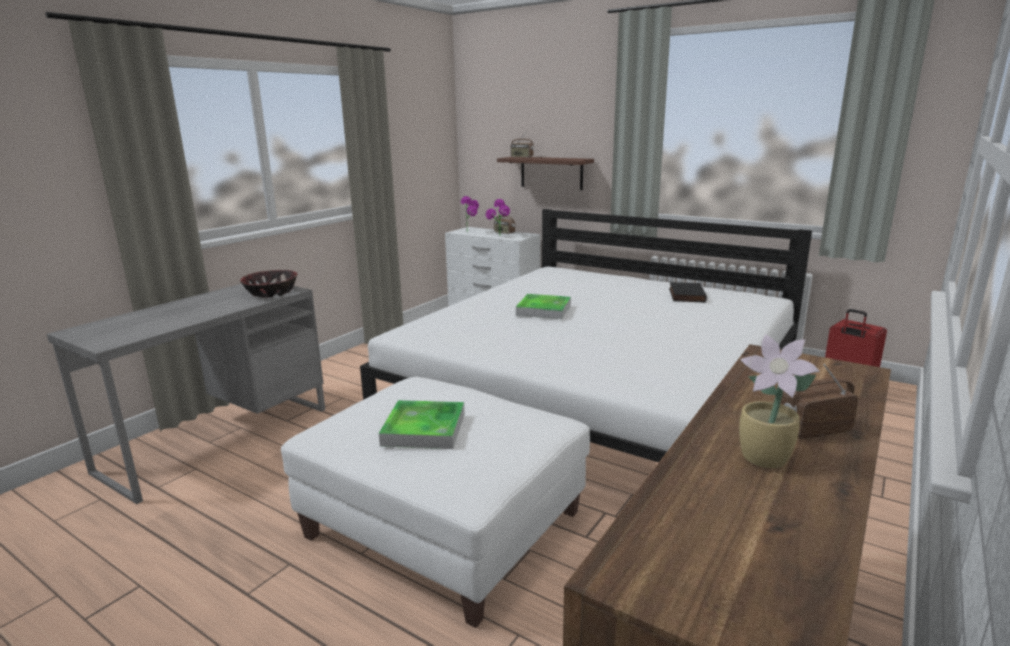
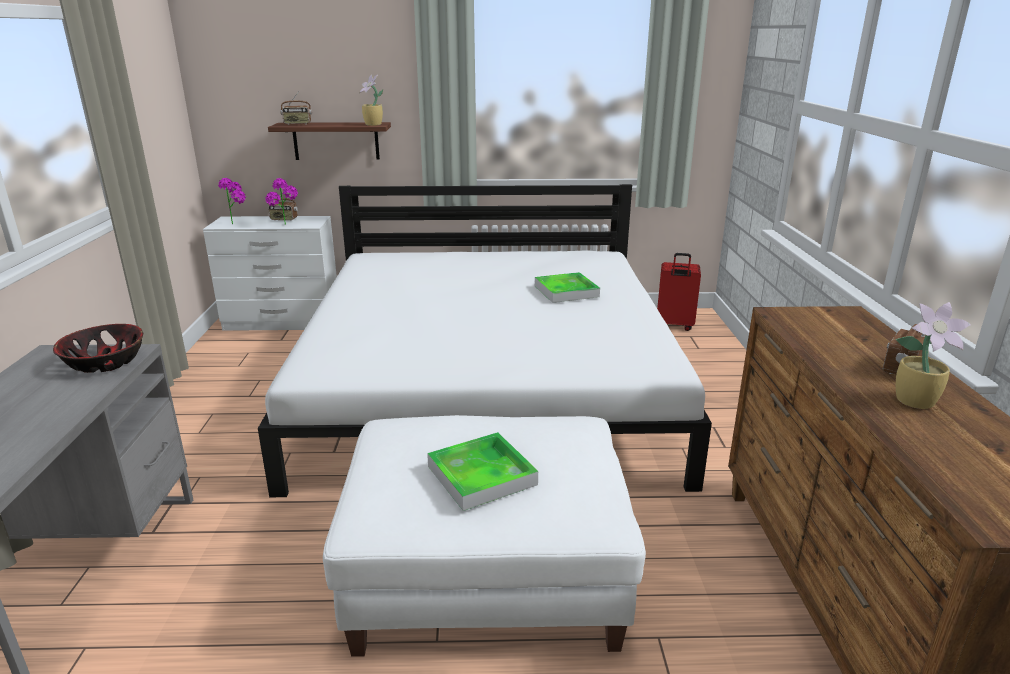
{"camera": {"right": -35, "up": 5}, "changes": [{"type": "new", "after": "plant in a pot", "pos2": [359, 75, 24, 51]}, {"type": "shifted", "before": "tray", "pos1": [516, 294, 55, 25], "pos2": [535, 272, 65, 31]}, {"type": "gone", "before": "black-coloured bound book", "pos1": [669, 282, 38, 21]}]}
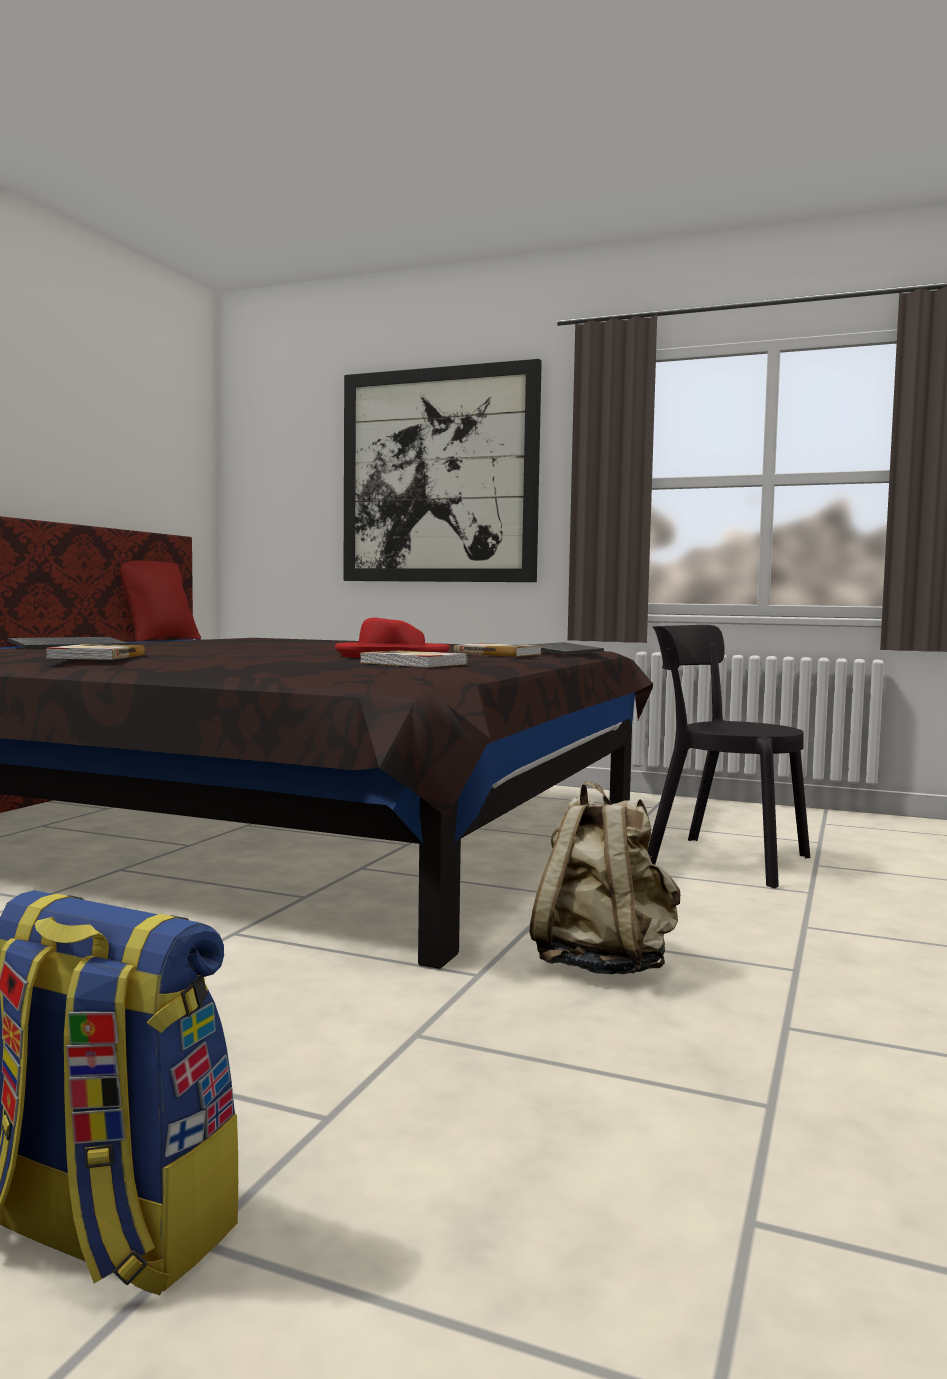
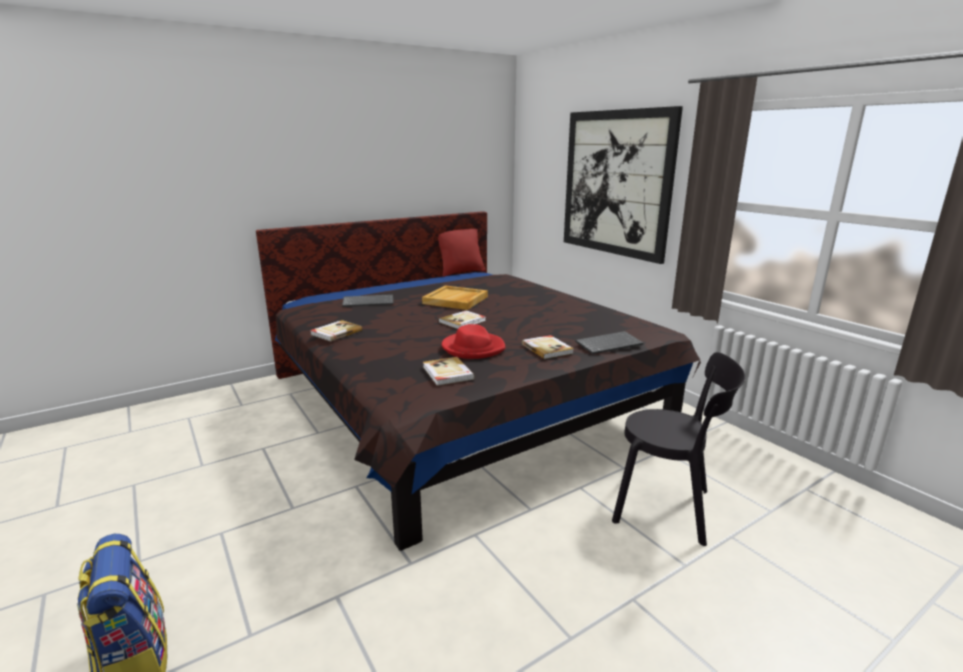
{"camera": {"right": 35, "up": 15}, "changes": [{"type": "new", "after": "beige tray", "pos2": [422, 285, 66, 25]}, {"type": "new", "after": "bound book", "pos2": [438, 311, 48, 18]}, {"type": "rotated", "before": "black-coloured plain chair", "pos1": [648, 625, 162, 263], "pos2": [612, 352, 133, 194], "turn": 135}, {"type": "gone", "before": "beige backpack", "pos1": [529, 781, 151, 194]}]}
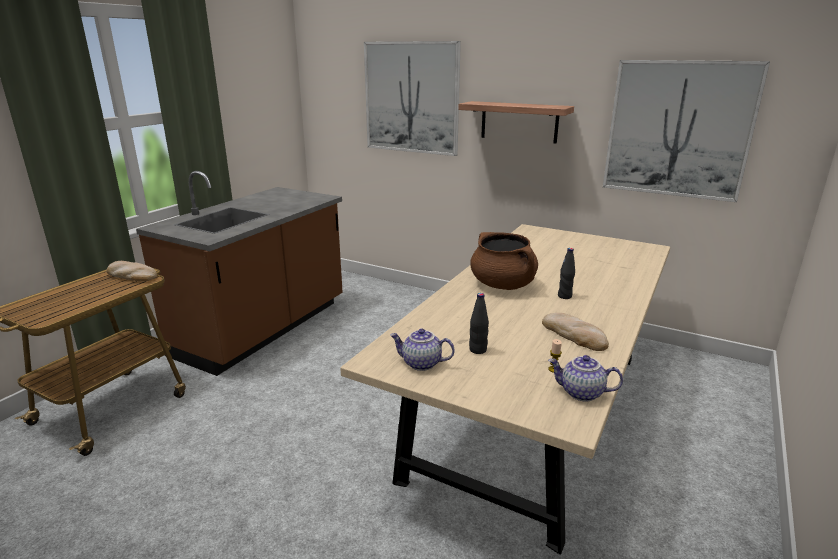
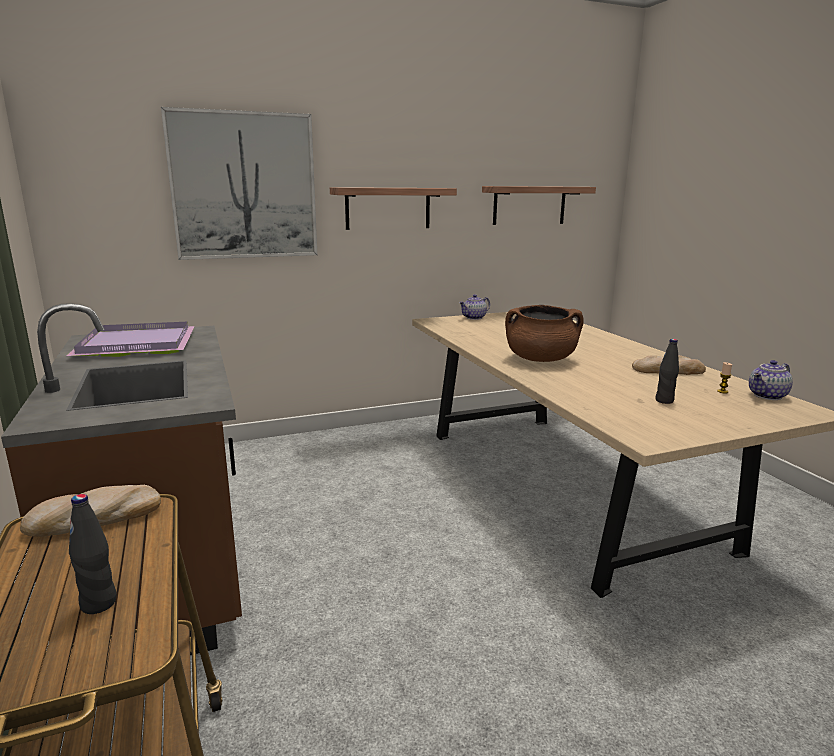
{"camera": {"right": -50, "up": -5}, "changes": [{"type": "new", "after": "purplish tray", "pos2": [66, 322, 129, 35]}, {"type": "shifted", "before": "black-coloured drink bottle", "pos1": [558, 248, 17, 51], "pos2": [69, 494, 48, 120]}, {"type": "shifted", "before": "teapot", "pos1": [390, 328, 65, 43], "pos2": [459, 294, 31, 26]}, {"type": "swapped", "before": "wall picture", "after": "shelf", "pos1": [603, 60, 167, 142], "pos2": [482, 186, 114, 39]}]}
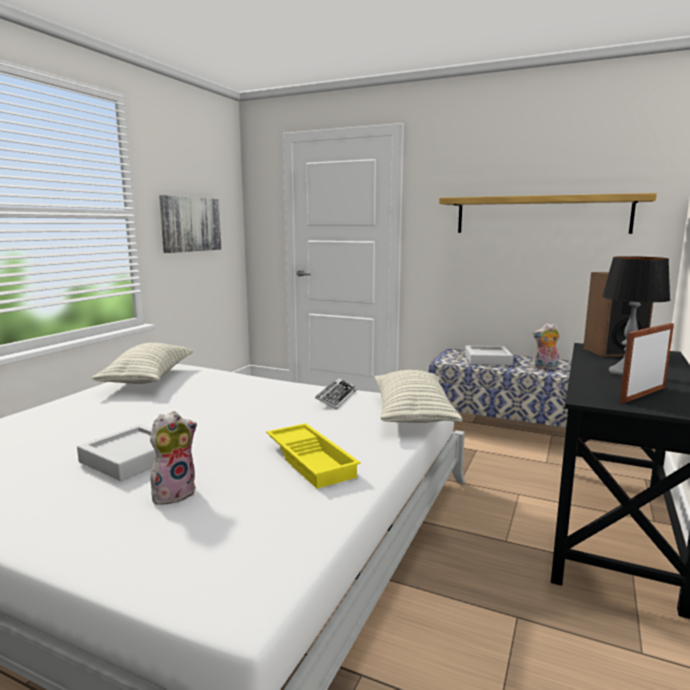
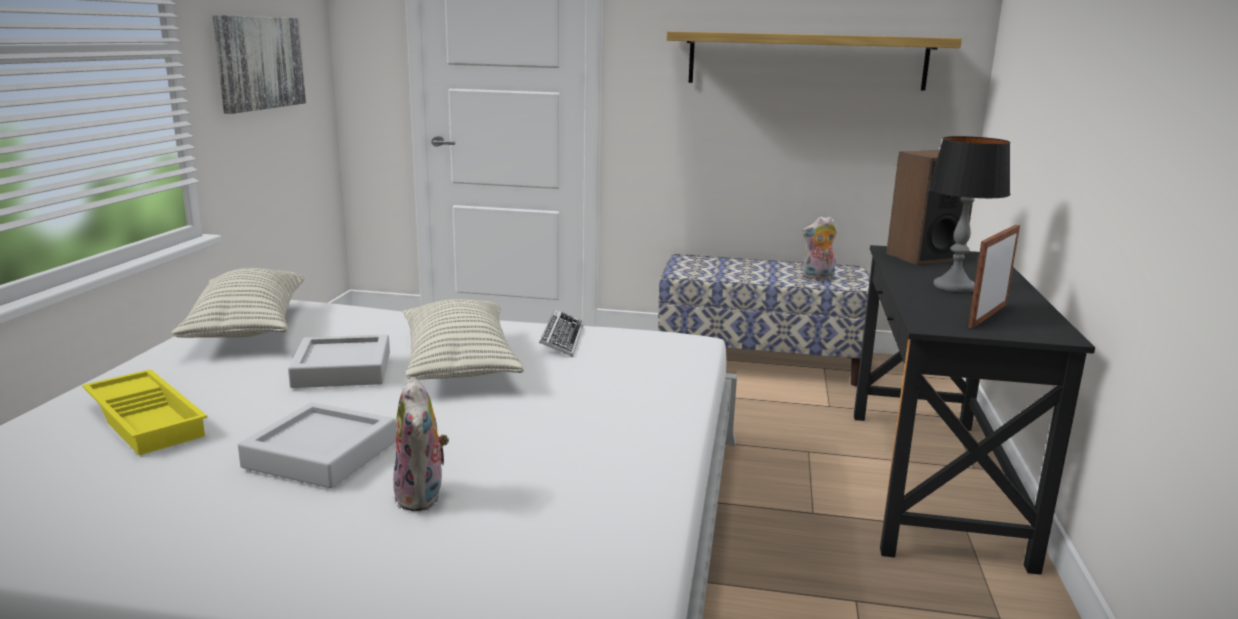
{"camera": {"right": -15, "up": 5}, "changes": [{"type": "shifted", "before": "yellowish tray", "pos1": [266, 423, 95, 66], "pos2": [82, 369, 126, 86]}, {"type": "shifted", "before": "gray tray", "pos1": [465, 346, 48, 19], "pos2": [288, 335, 102, 53]}, {"type": "rotated", "before": "plush toy", "pos1": [150, 411, 47, 94], "pos2": [393, 377, 56, 134], "turn": 135}, {"type": "shifted", "before": "pillow", "pos1": [374, 370, 89, 53], "pos2": [403, 299, 121, 81]}]}
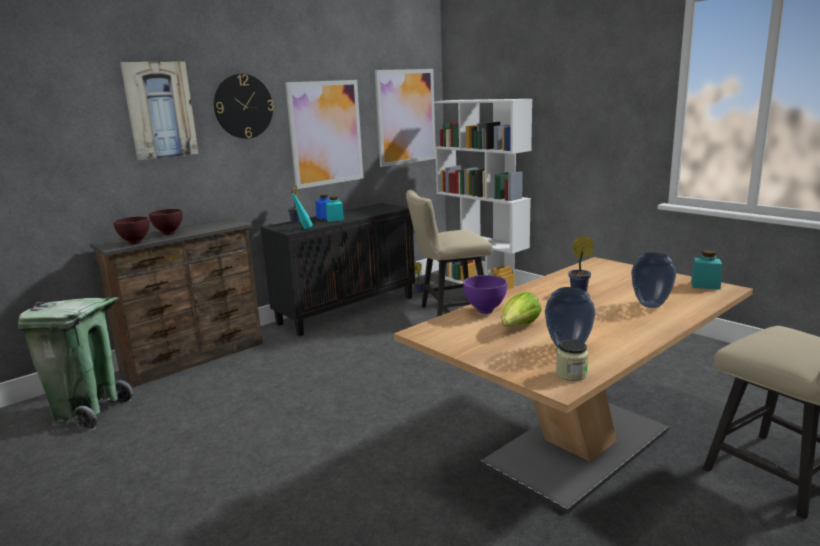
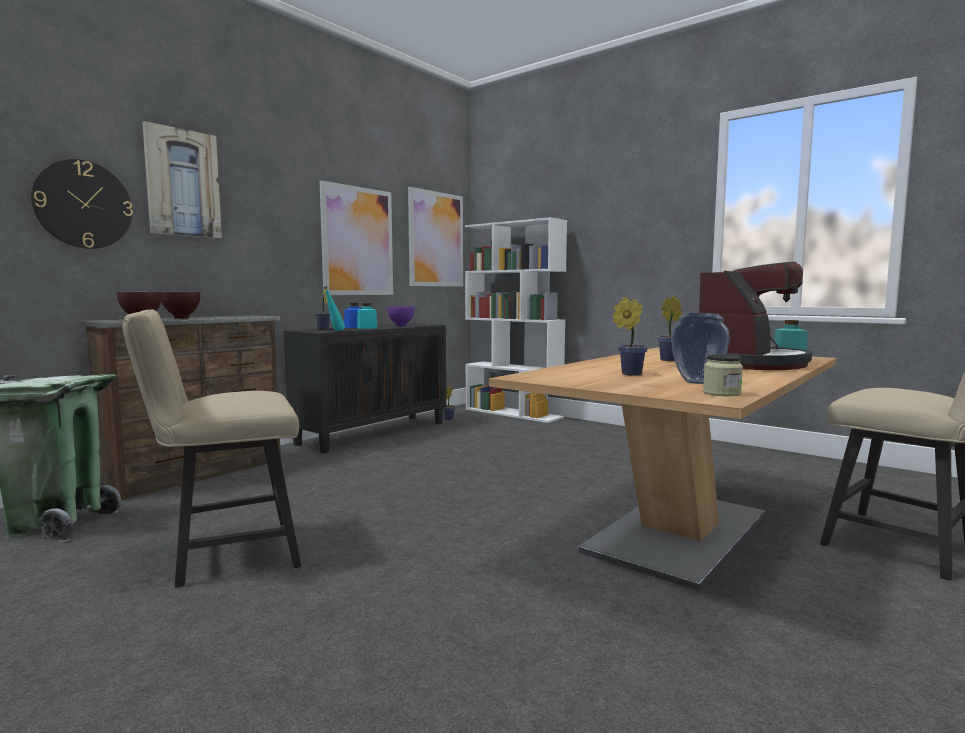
{"camera": {"right": -10, "up": -10}, "changes": [{"type": "shifted", "before": "clock on the wall", "pos1": [214, 74, 60, 65], "pos2": [31, 159, 102, 90]}, {"type": "shifted", "before": "beige plain chair", "pos1": [406, 190, 87, 127], "pos2": [122, 309, 179, 279]}, {"type": "shifted", "before": "purplish bowl", "pos1": [463, 275, 44, 39], "pos2": [387, 306, 27, 20]}, {"type": "swapped", "before": "head of lettuce", "after": "plant in a pot", "pos1": [502, 291, 40, 35], "pos2": [612, 297, 36, 79]}, {"type": "swapped", "before": "decorative vase", "after": "coffee maker", "pos1": [631, 253, 45, 55], "pos2": [699, 262, 113, 108]}]}
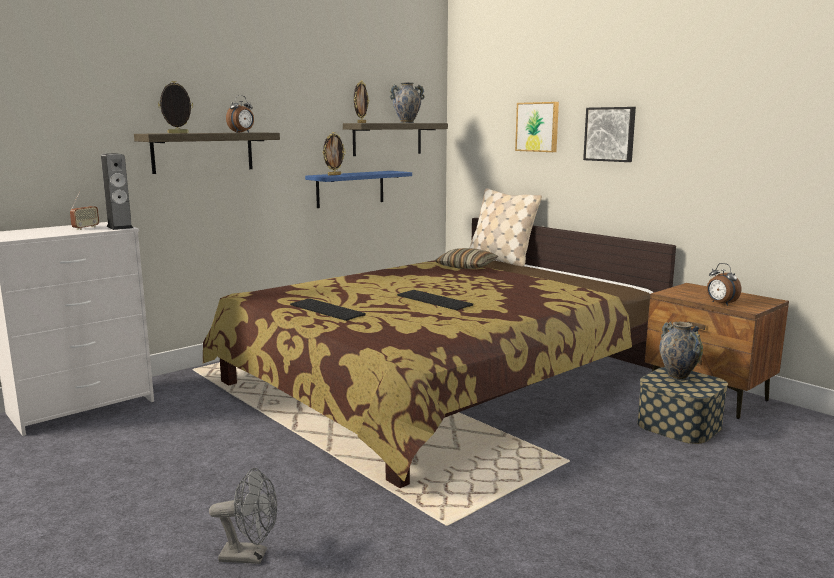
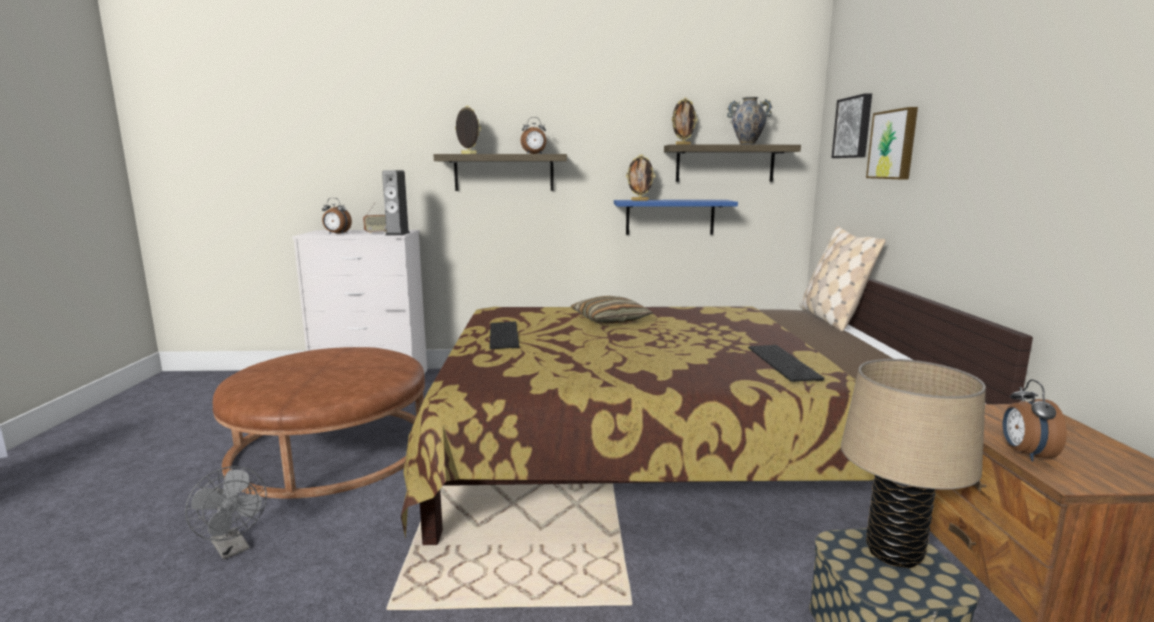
{"camera": {"right": 40, "up": 0}, "changes": [{"type": "new", "after": "brown-coloured pouffe", "pos2": [213, 347, 212, 152]}, {"type": "new", "after": "table clock", "pos2": [322, 198, 30, 36]}, {"type": "shifted", "before": "pillow", "pos1": [435, 248, 63, 21], "pos2": [571, 296, 82, 28]}, {"type": "shifted", "before": "computer keyboard", "pos1": [397, 290, 76, 20], "pos2": [748, 345, 76, 37]}, {"type": "shifted", "before": "wall picture", "pos1": [583, 107, 53, 55], "pos2": [831, 93, 41, 65]}, {"type": "swapped", "before": "decorative vase", "after": "beige tabletop lamp", "pos1": [659, 321, 44, 60], "pos2": [841, 359, 145, 209]}]}
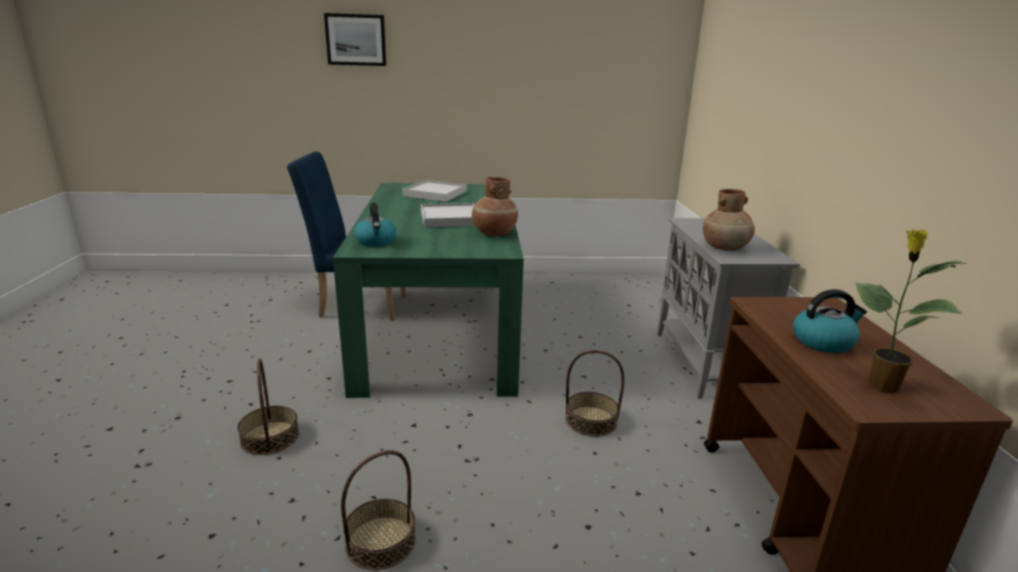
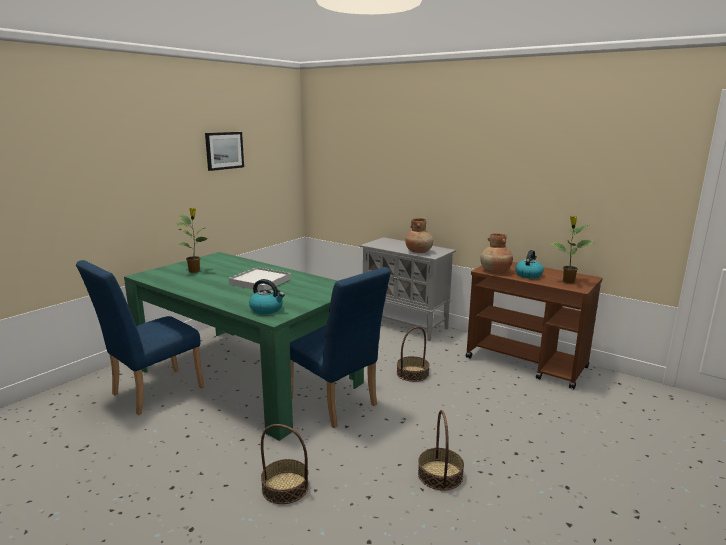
{"camera": {"right": -50, "up": -5}, "changes": [{"type": "swapped", "before": "white-coloured tray", "after": "plant in a pot", "pos1": [402, 180, 65, 22], "pos2": [175, 208, 33, 65]}, {"type": "shifted", "before": "wall picture", "pos1": [324, 13, 62, 53], "pos2": [205, 132, 39, 39]}, {"type": "new", "after": "blue plain chair", "pos2": [290, 267, 101, 161]}, {"type": "shifted", "before": "brown-coloured decorative vase", "pos1": [472, 177, 46, 59], "pos2": [480, 233, 33, 40]}]}
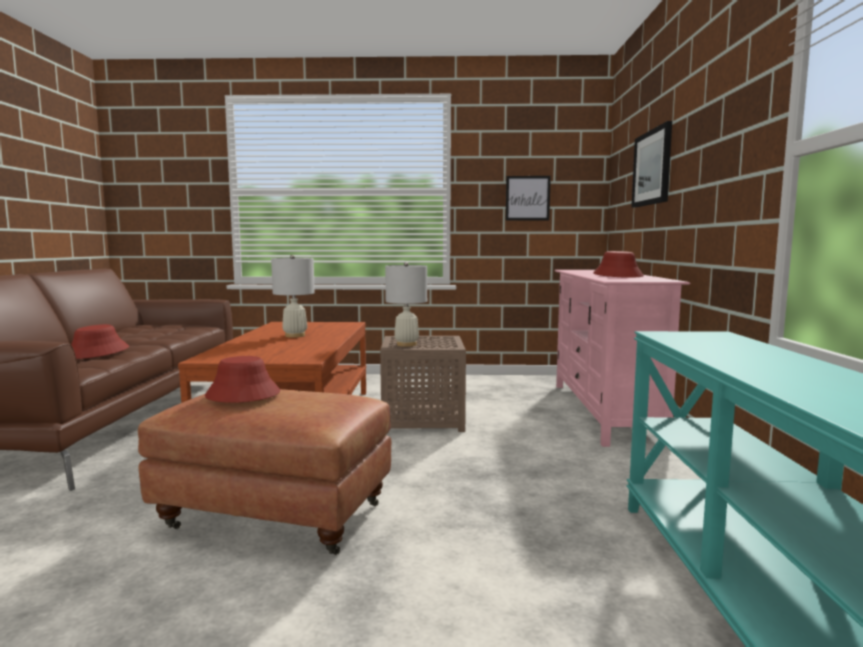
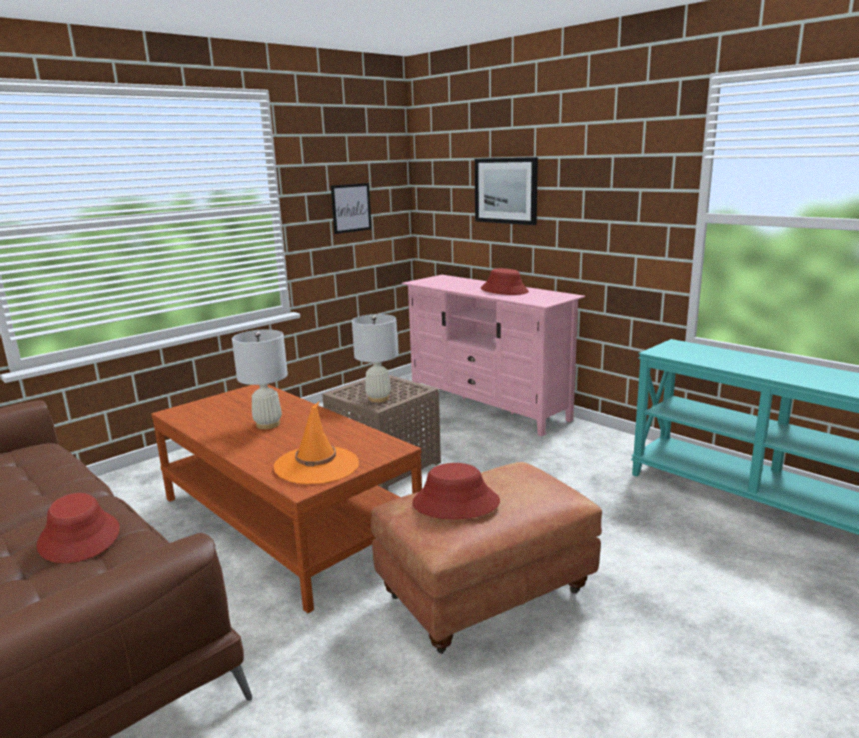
{"camera": {"right": -45, "up": 10}, "changes": [{"type": "new", "after": "orange-coloured hat", "pos2": [274, 402, 85, 82]}]}
